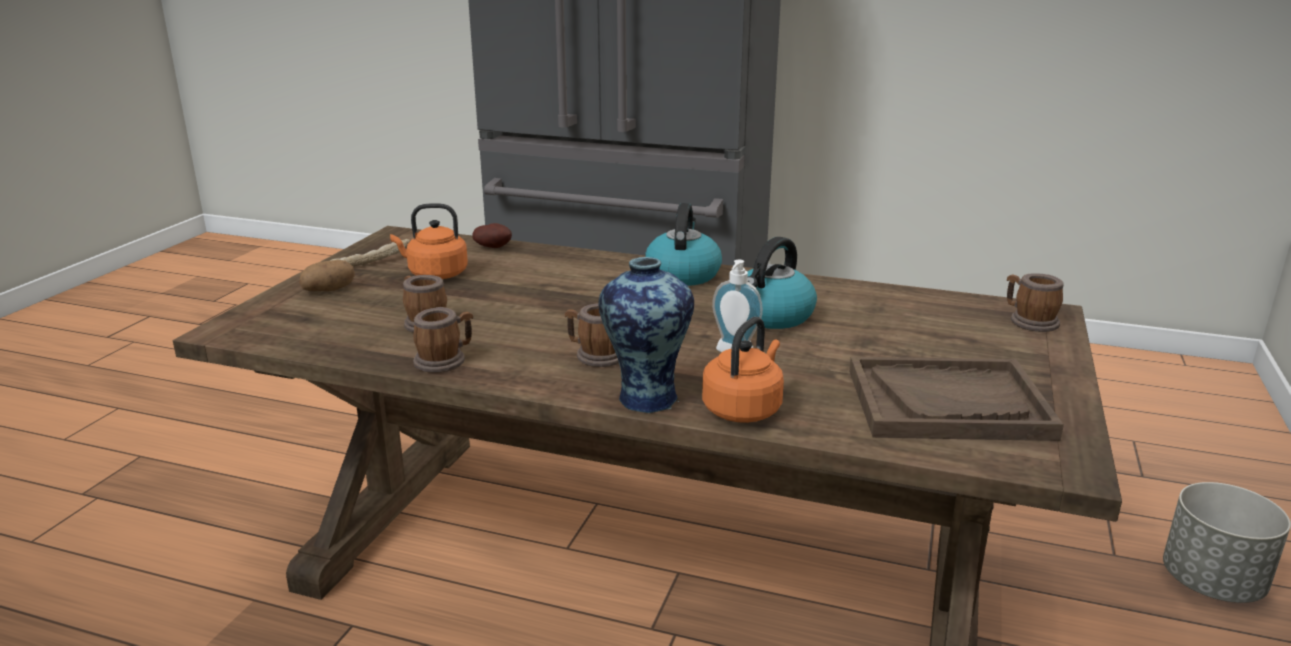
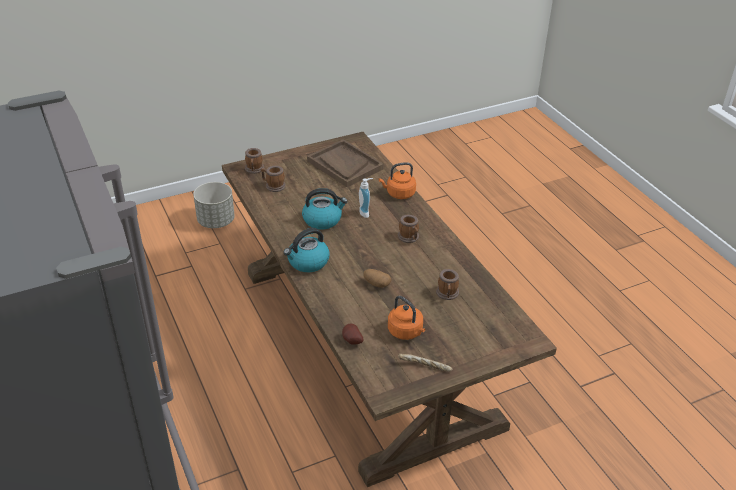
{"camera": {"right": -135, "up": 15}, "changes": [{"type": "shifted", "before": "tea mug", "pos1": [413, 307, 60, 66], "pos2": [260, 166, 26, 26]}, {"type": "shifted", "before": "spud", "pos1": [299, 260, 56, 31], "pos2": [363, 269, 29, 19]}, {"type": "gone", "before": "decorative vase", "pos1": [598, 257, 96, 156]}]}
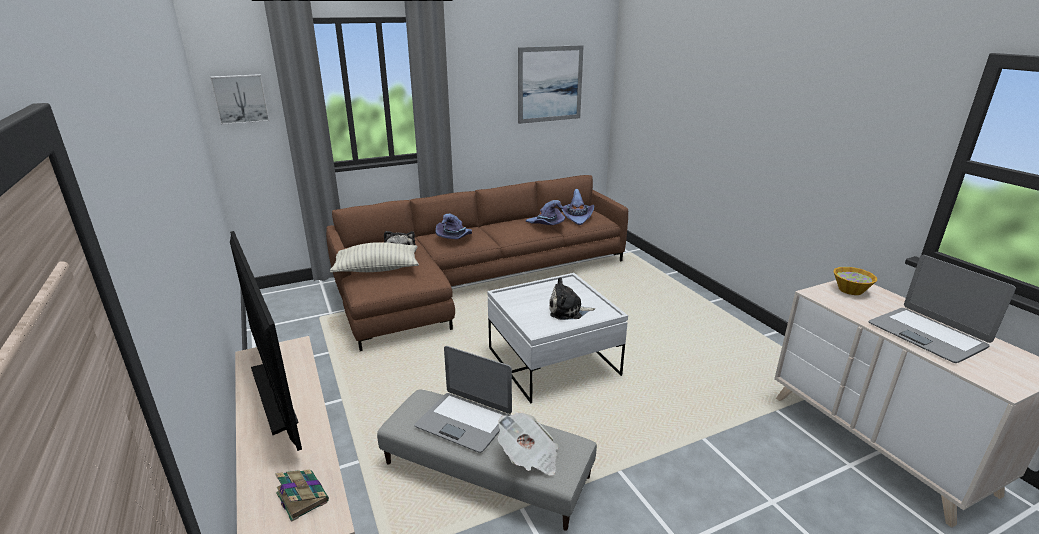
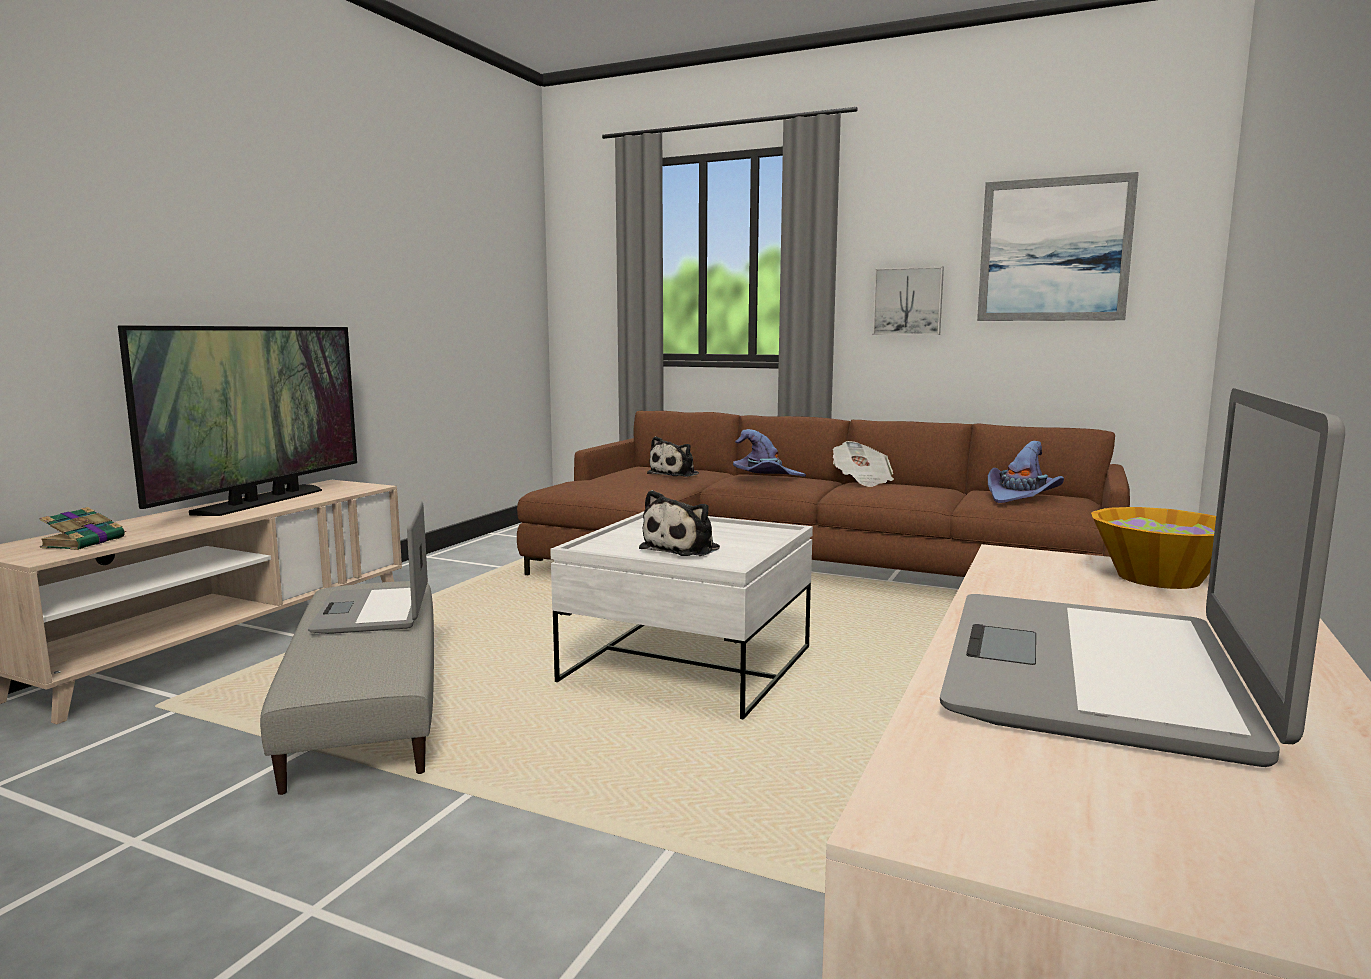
{"camera": {"right": 50, "up": -15}, "changes": [{"type": "rotated", "before": "plush toy", "pos1": [549, 277, 46, 43], "pos2": [639, 490, 81, 66], "turn": -105}, {"type": "shifted", "before": "daily paper", "pos1": [498, 413, 60, 63], "pos2": [833, 441, 61, 46]}, {"type": "shifted", "before": "wall picture", "pos1": [210, 74, 60, 51], "pos2": [873, 266, 71, 69]}, {"type": "gone", "before": "pillow", "pos1": [330, 242, 89, 31]}, {"type": "gone", "before": "purplish hat", "pos1": [526, 200, 39, 25]}]}
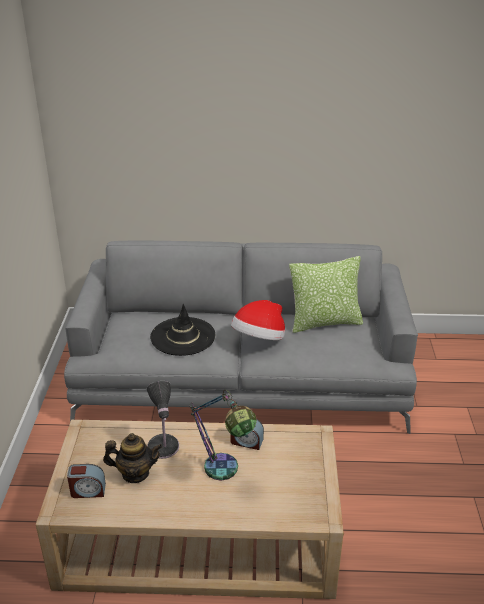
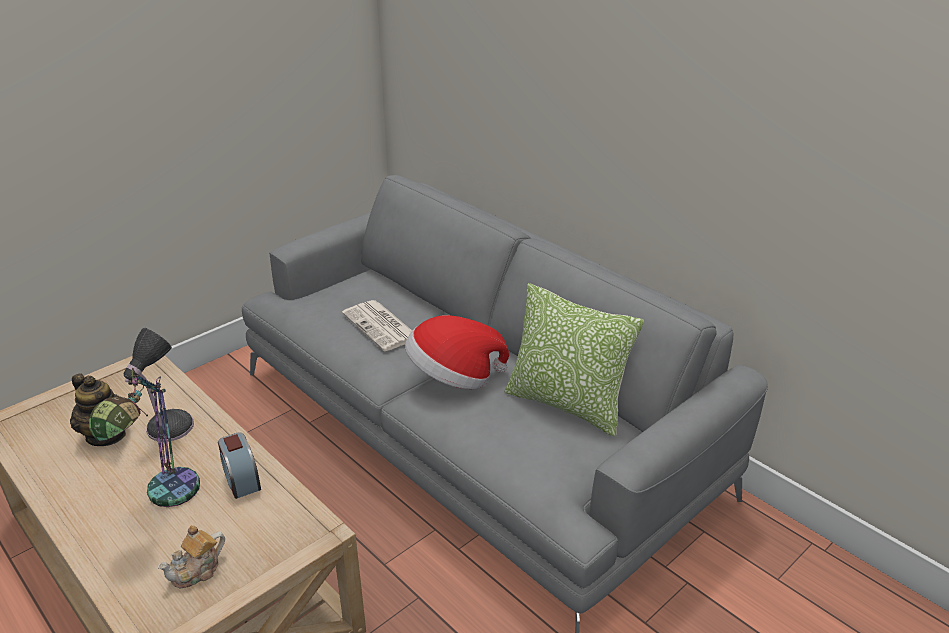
{"camera": {"right": 45, "up": 0}, "changes": [{"type": "new", "after": "teapot", "pos2": [157, 525, 68, 63]}, {"type": "swapped", "before": "black-coloured hat", "after": "daily paper", "pos1": [150, 304, 65, 52], "pos2": [342, 300, 70, 51]}, {"type": "gone", "before": "table clock", "pos1": [67, 464, 39, 34]}]}
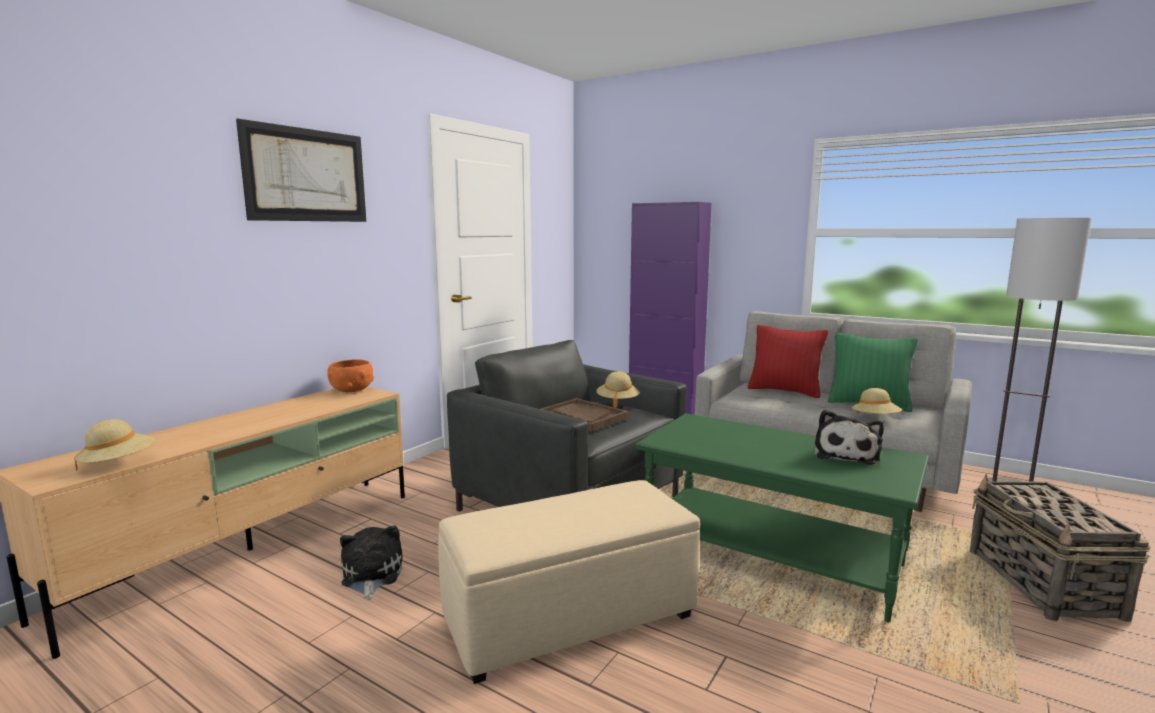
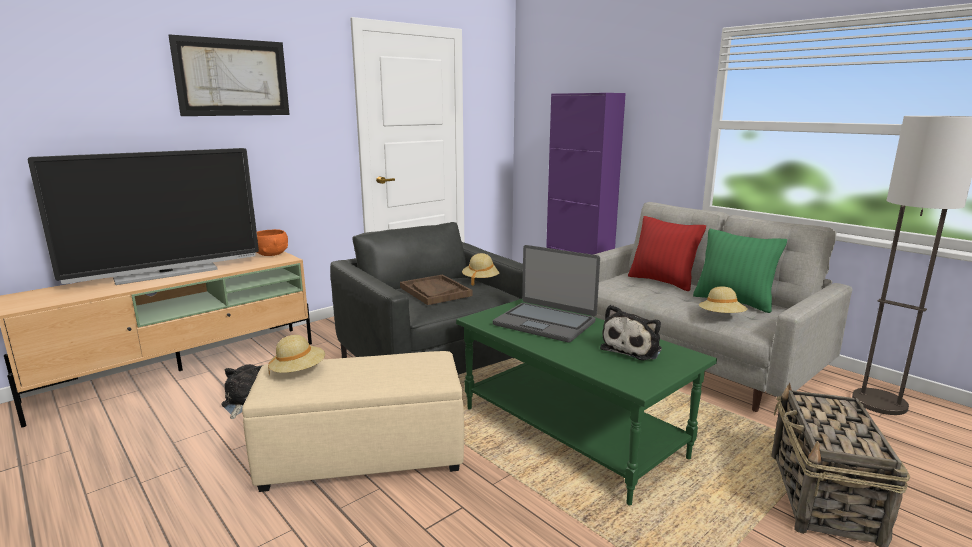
{"camera": {"right": 15, "up": 5}, "changes": [{"type": "new", "after": "television", "pos2": [28, 148, 231, 137]}, {"type": "shifted", "before": "beige hat", "pos1": [74, 419, 81, 52], "pos2": [268, 335, 57, 40]}, {"type": "new", "after": "portable computer", "pos2": [493, 245, 107, 98]}]}
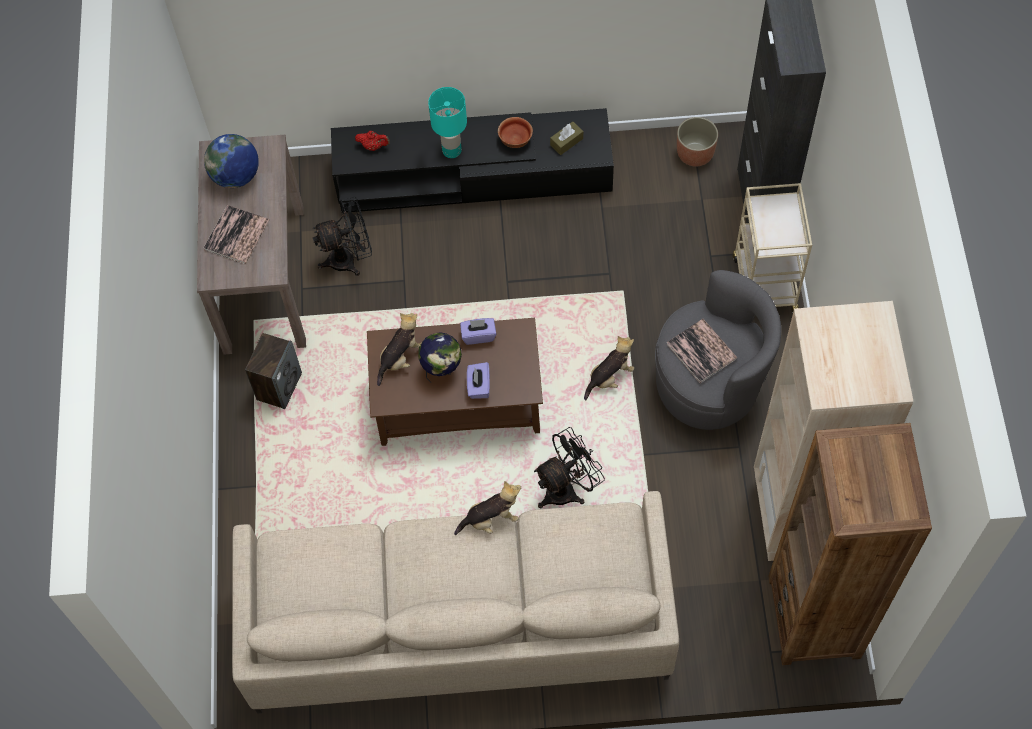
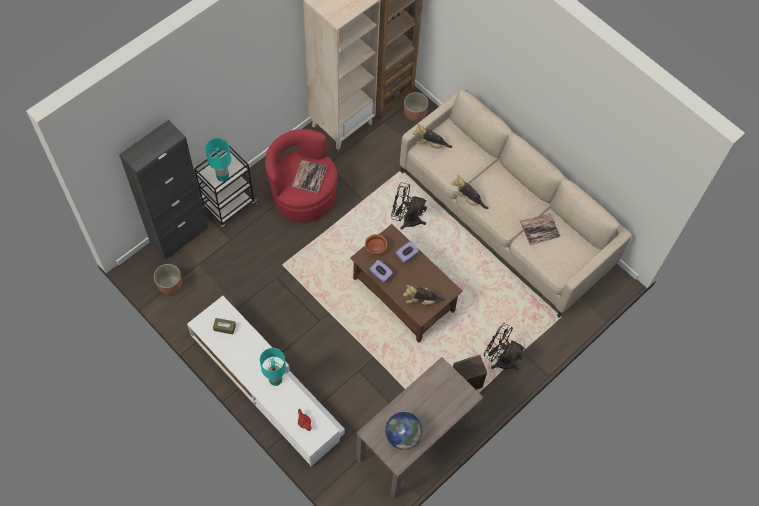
{"camera": {"right": -135, "up": 0}, "changes": [{"type": "repainted", "before": "black-coloured media console", "after": "white-coloured media console", "pos1": [331, 108, 283, 105], "pos2": [187, 296, 158, 170]}, {"type": "repainted", "before": "beige trolley", "after": "black-coloured trolley", "pos1": [733, 183, 79, 131], "pos2": [194, 146, 65, 82]}, {"type": "new", "after": "turquoise tabletop lamp", "pos2": [205, 138, 26, 44]}, {"type": "repainted", "before": "gray lounge chair", "after": "reddish lounge chair", "pos1": [655, 270, 126, 160], "pos2": [265, 129, 72, 94]}, {"type": "shifted", "before": "bowl", "pos1": [498, 117, 35, 31], "pos2": [365, 234, 22, 21]}, {"type": "new", "after": "flower pot", "pos2": [404, 92, 24, 30]}, {"type": "shifted", "before": "plush toy", "pos1": [584, 336, 50, 64], "pos2": [413, 124, 40, 24]}, {"type": "shifted", "before": "black-coloured fan", "pos1": [312, 197, 60, 79], "pos2": [484, 323, 42, 48]}, {"type": "shifted", "before": "bound book", "pos1": [204, 205, 65, 59], "pos2": [520, 213, 40, 32]}, {"type": "gone", "before": "world globe", "pos1": [418, 332, 44, 51]}]}
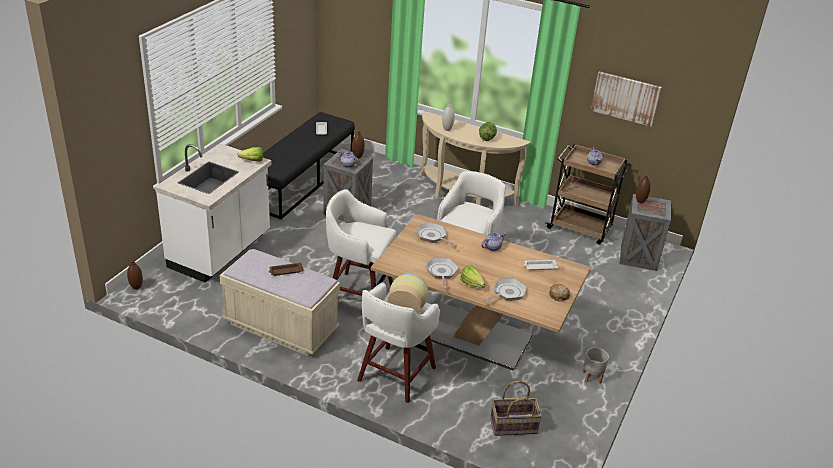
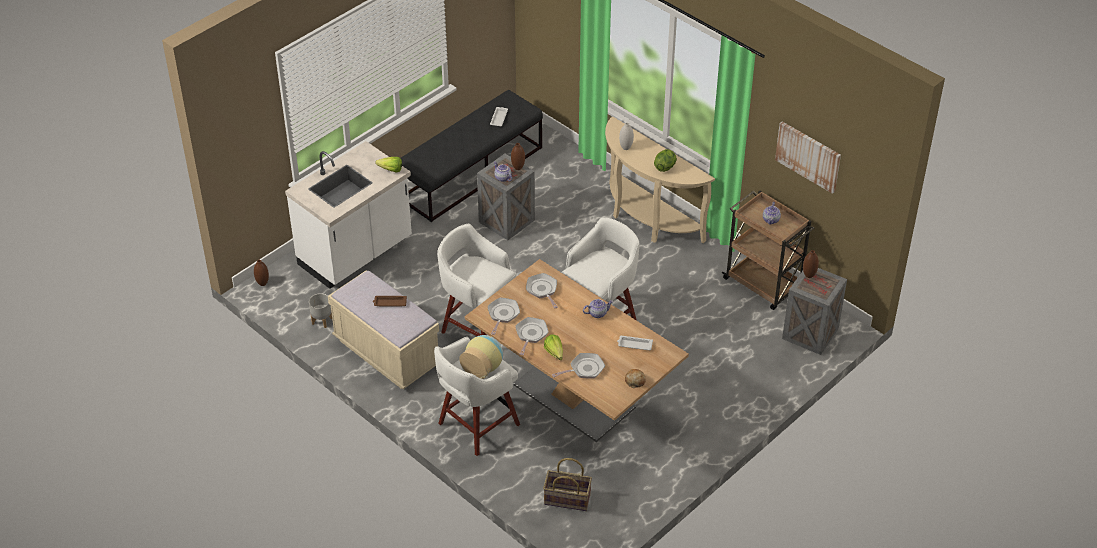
{"camera": {"right": 20, "up": 10}, "changes": [{"type": "shifted", "before": "gray flower pot", "pos1": [583, 348, 26, 36], "pos2": [309, 293, 23, 35]}, {"type": "new", "after": "frying pan", "pos2": [488, 297, 32, 38]}]}
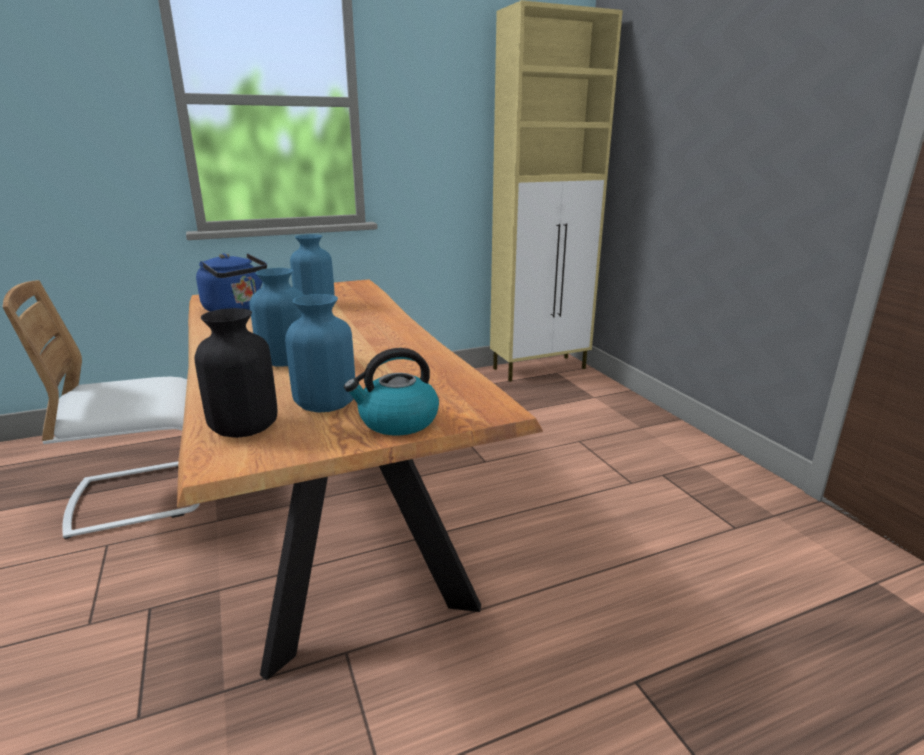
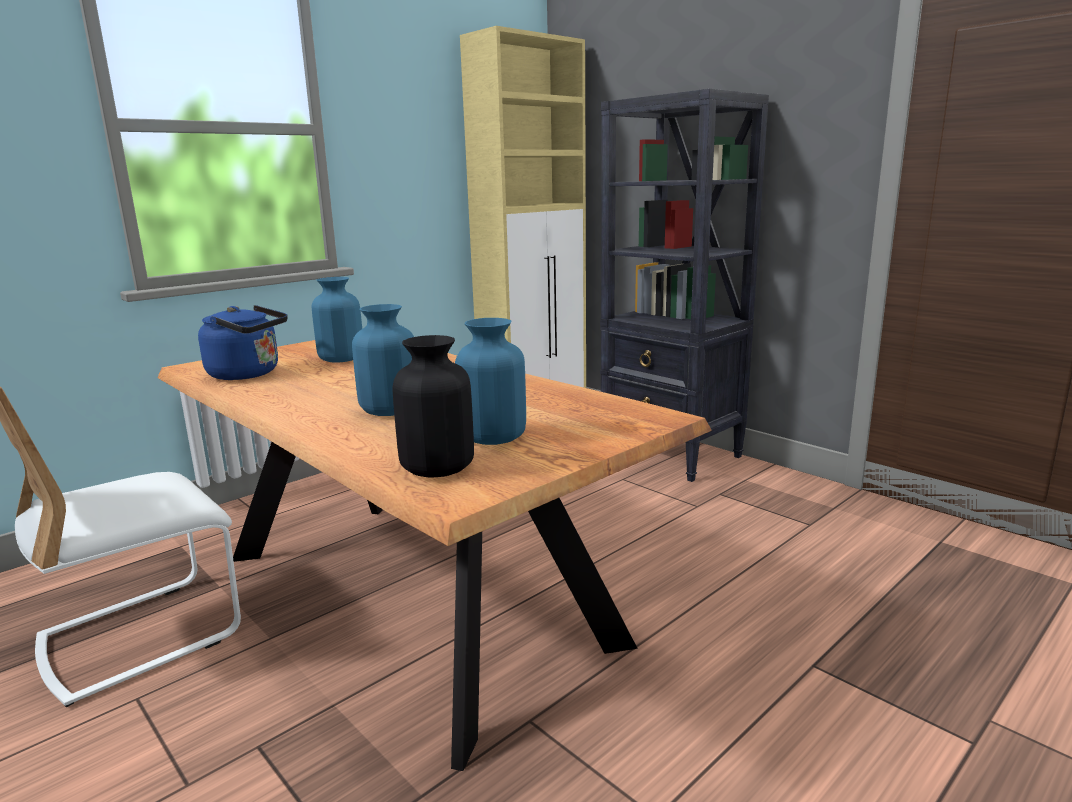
{"camera": {"right": -20, "up": -5}, "changes": [{"type": "new", "after": "black-coloured shelving unit", "pos2": [600, 89, 169, 393]}, {"type": "gone", "before": "tea kettle", "pos1": [344, 348, 95, 87]}]}
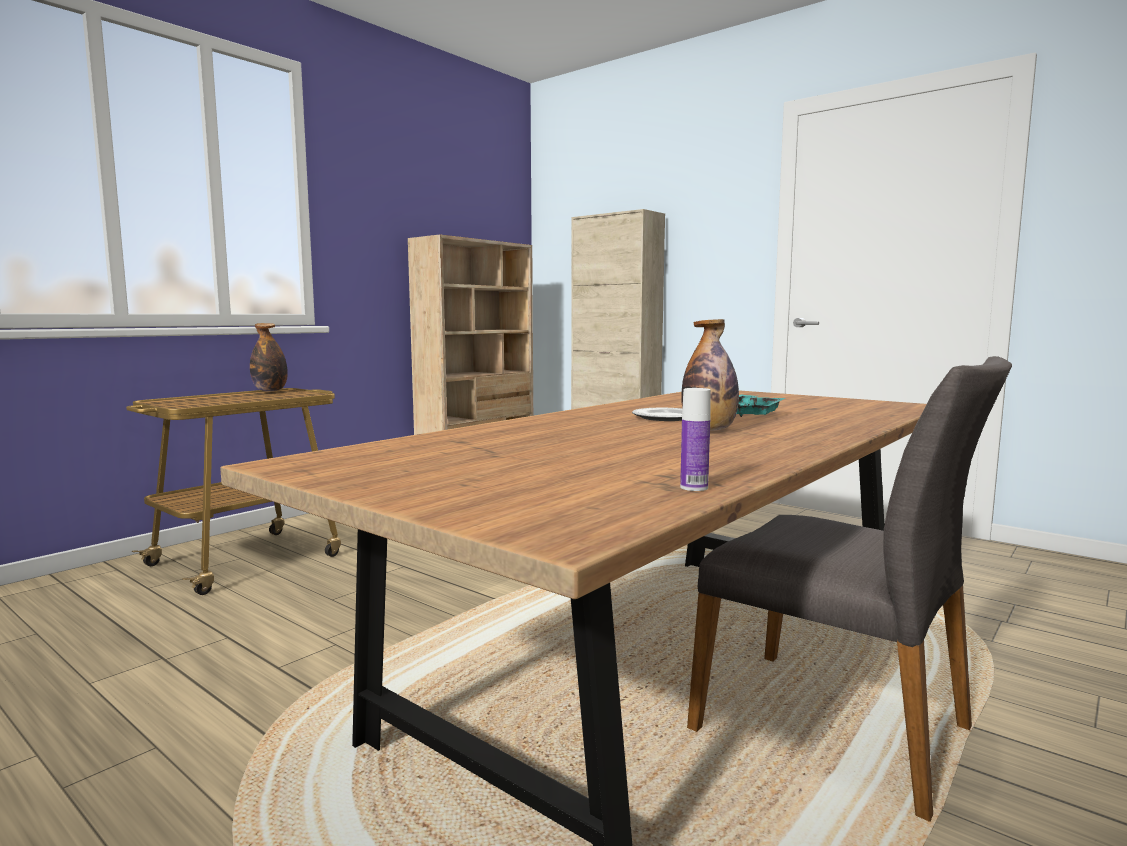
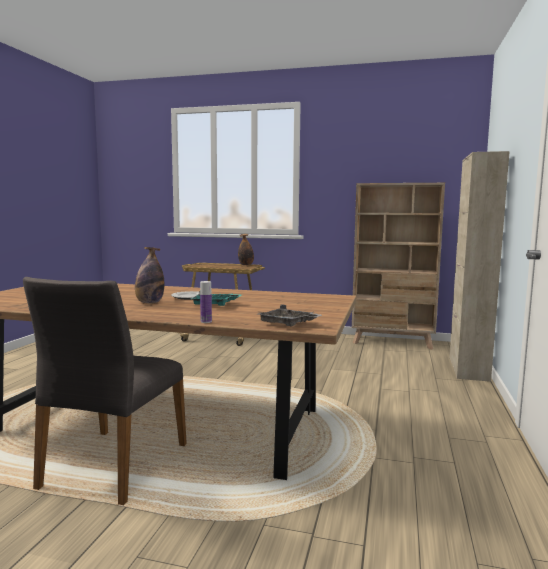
{"camera": {"right": 65, "up": 0}, "changes": [{"type": "shifted", "before": "drink bottle", "pos1": [680, 388, 31, 103], "pos2": [200, 281, 12, 42]}, {"type": "new", "after": "gray tray", "pos2": [258, 305, 64, 21]}]}
